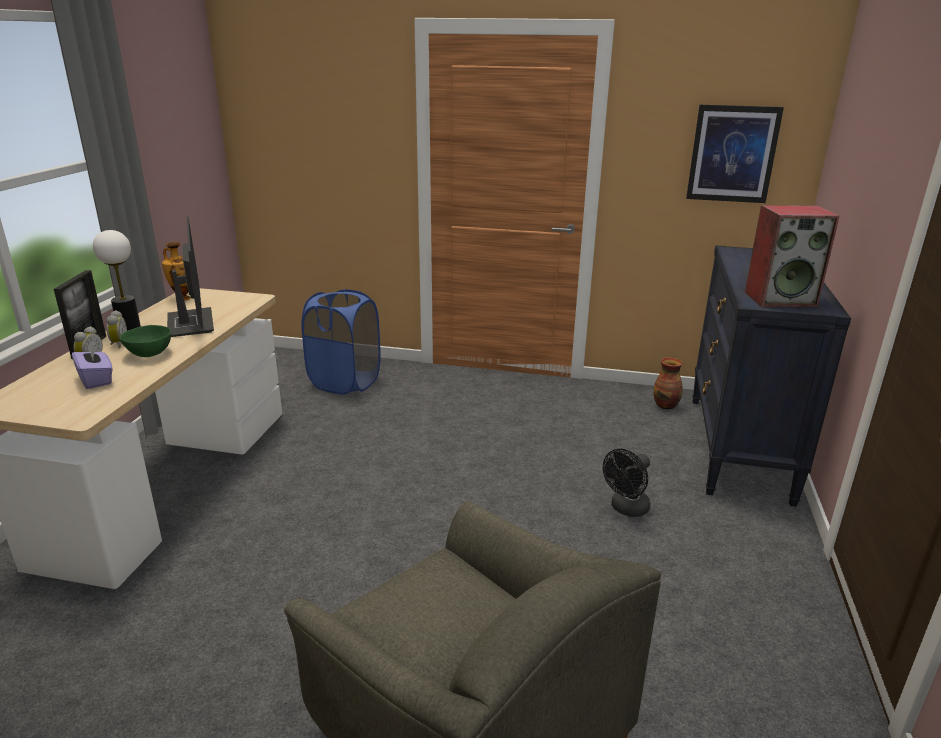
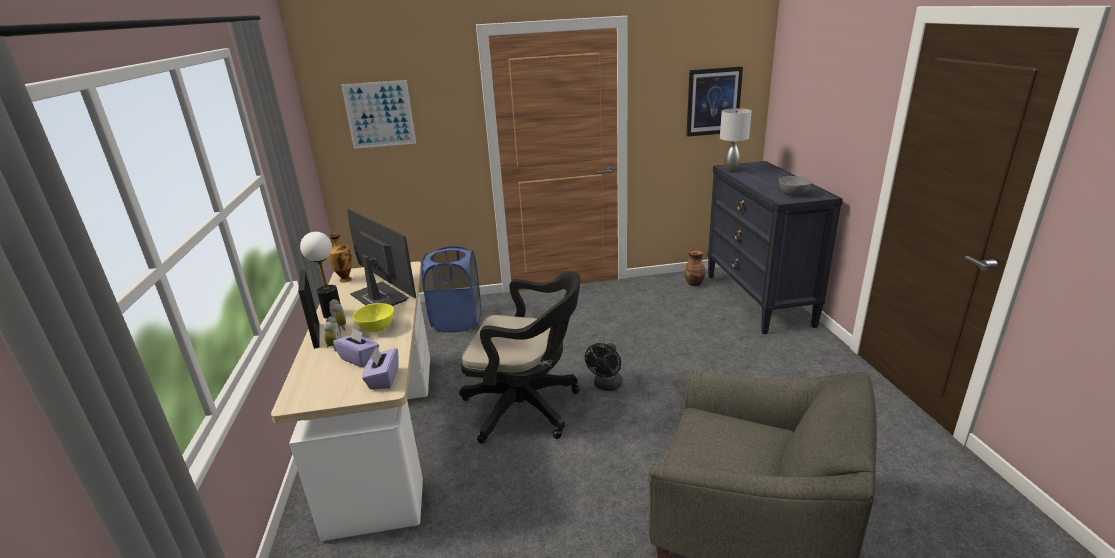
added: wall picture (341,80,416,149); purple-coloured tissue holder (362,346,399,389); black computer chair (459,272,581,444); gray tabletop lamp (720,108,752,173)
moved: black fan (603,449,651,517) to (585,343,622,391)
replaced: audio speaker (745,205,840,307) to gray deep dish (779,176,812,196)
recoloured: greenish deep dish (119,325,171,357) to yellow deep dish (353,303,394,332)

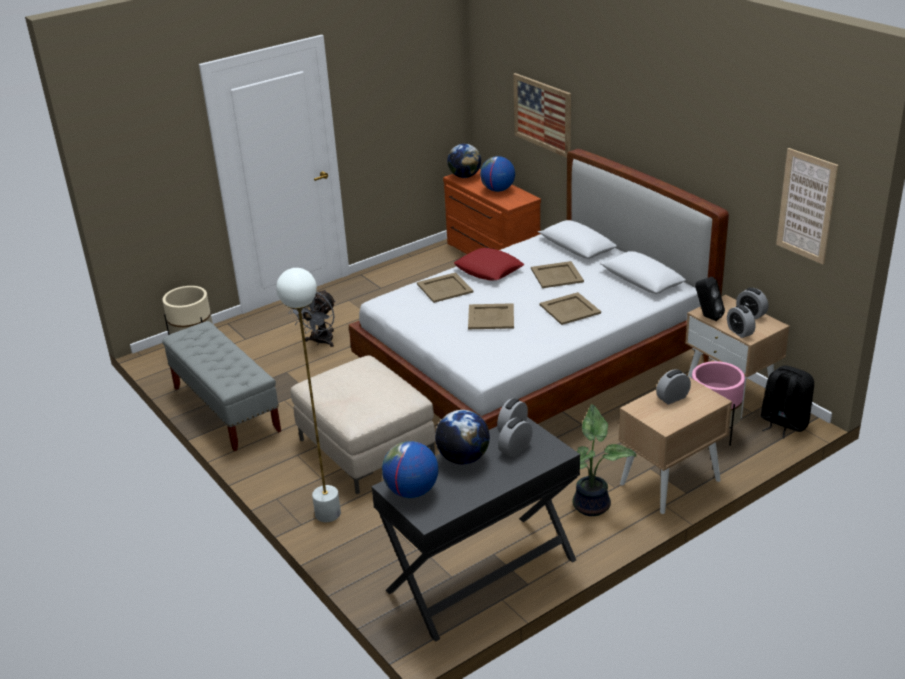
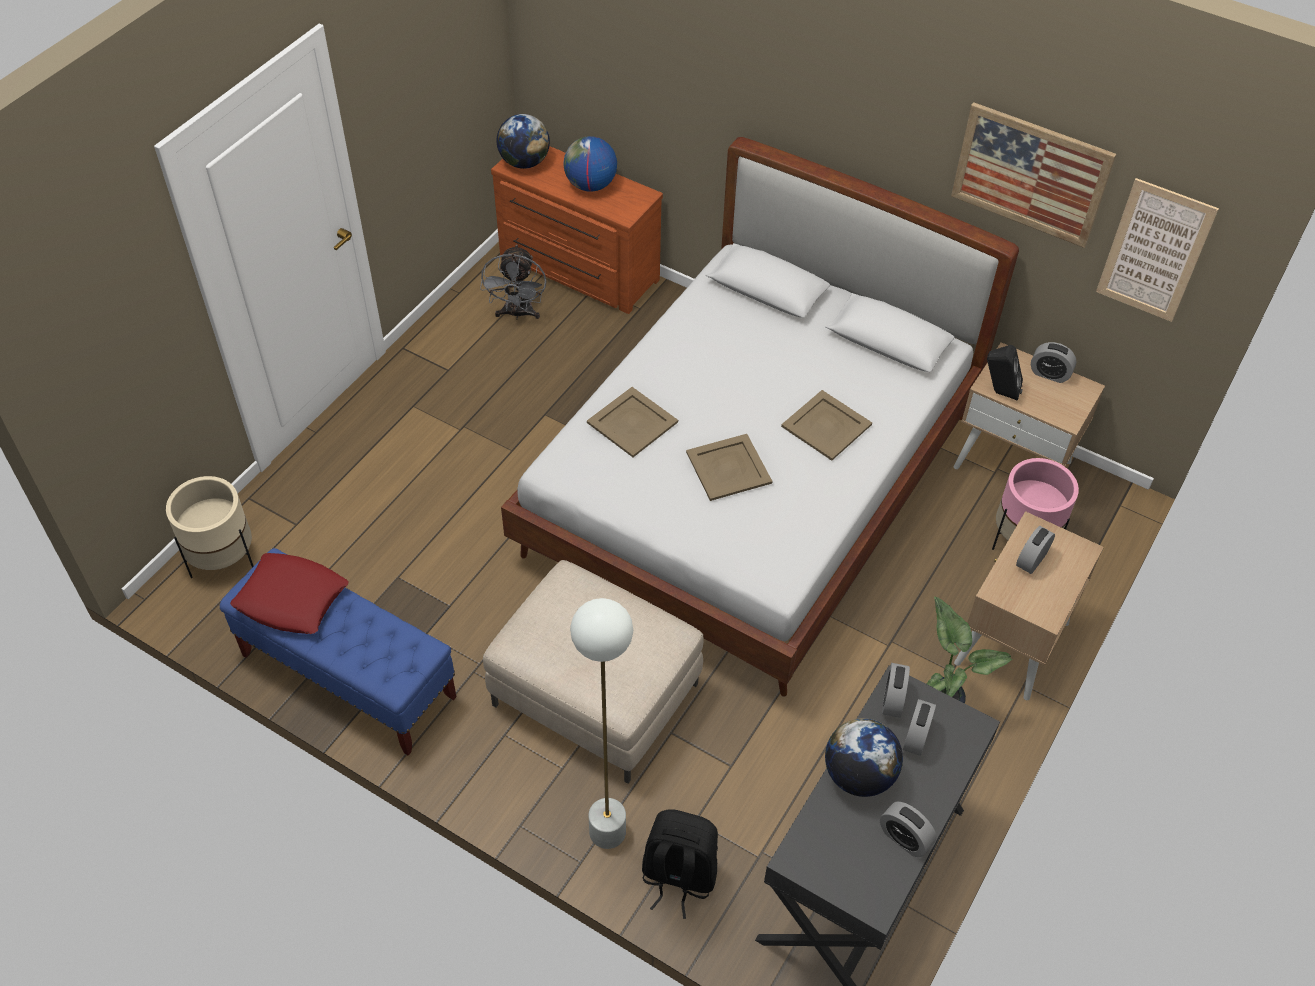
removed: globe (382,441,438,498); beige-coloured carrying tray (531,261,584,288)
moved: gray fan (289,290,336,347) to (480,244,546,320); red-coloured throw pillow (454,248,524,280) to (230,553,348,634); wall picture (513,73,571,158) to (951,102,1116,248); table clock (727,305,756,338) to (880,802,937,857); black knapsack (760,366,814,438) to (642,810,718,919)
recoloured: gray long seat (162,321,281,451) to blue long seat (220,548,456,756)

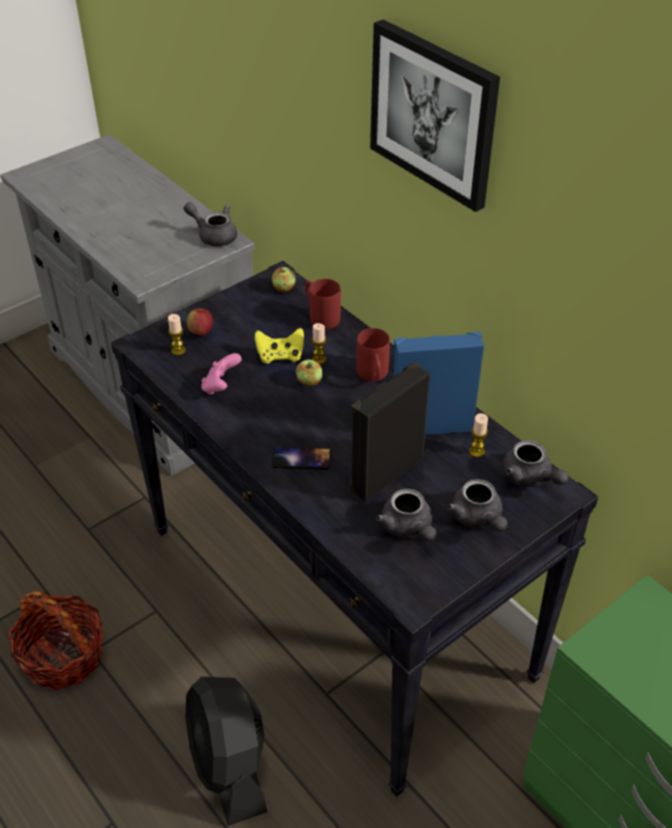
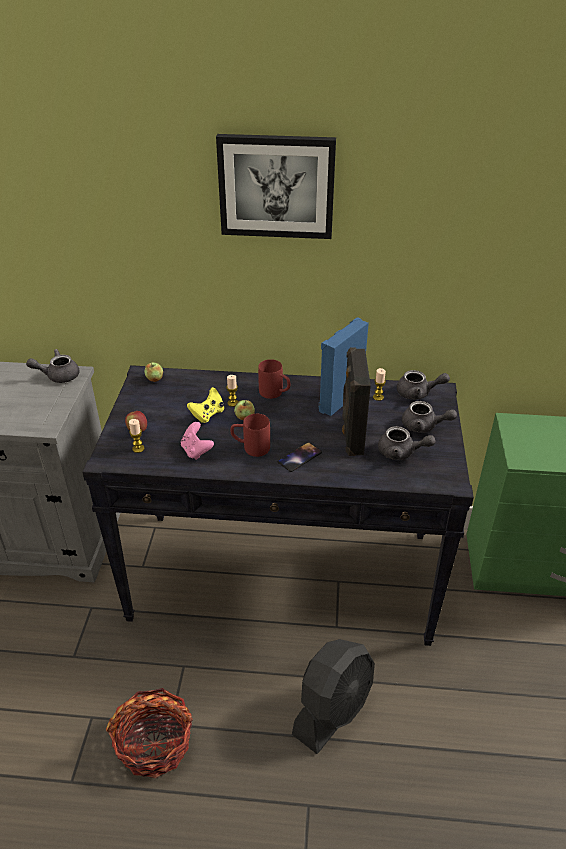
moved: red-coloured tea mug (305,279,341,329) to (230,414,270,457)
turned: black fan (185,677,267,826) = (292,639,375,754) 75 degrees counterclockwise

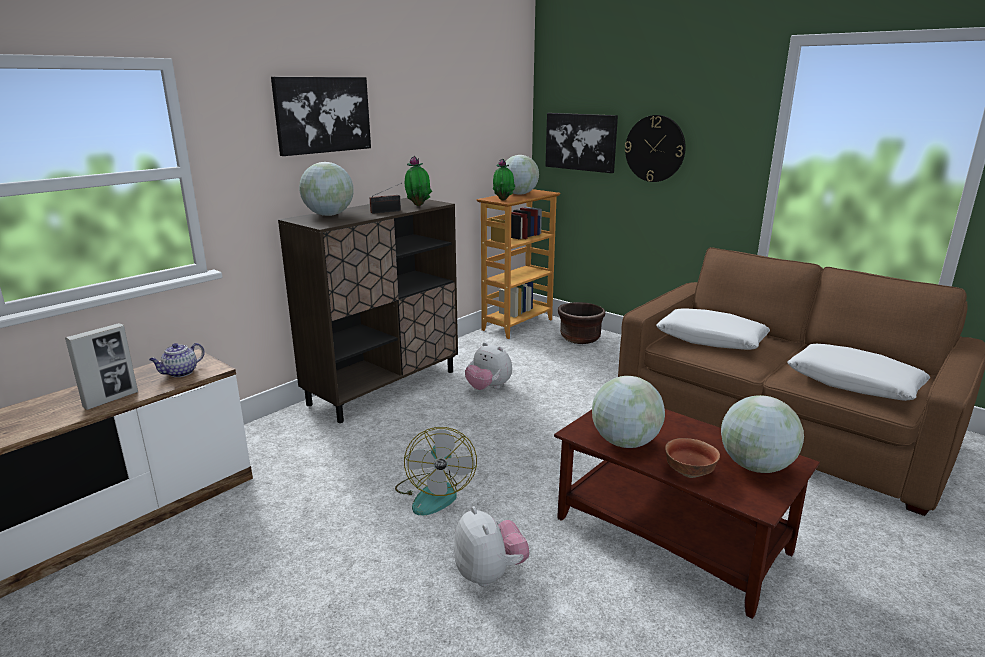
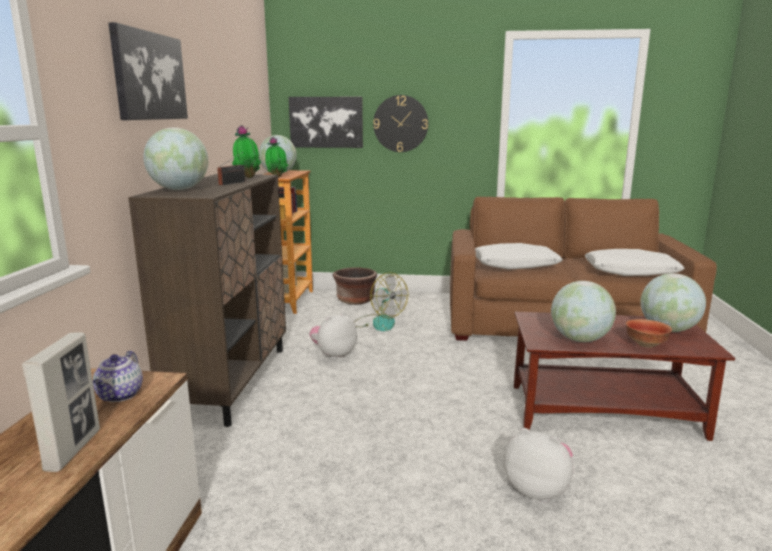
moved: fan (395,427,477,515) to (354,272,408,331)
turned: soft toy (465,342,512,390) = (309,312,357,360) 135 degrees clockwise

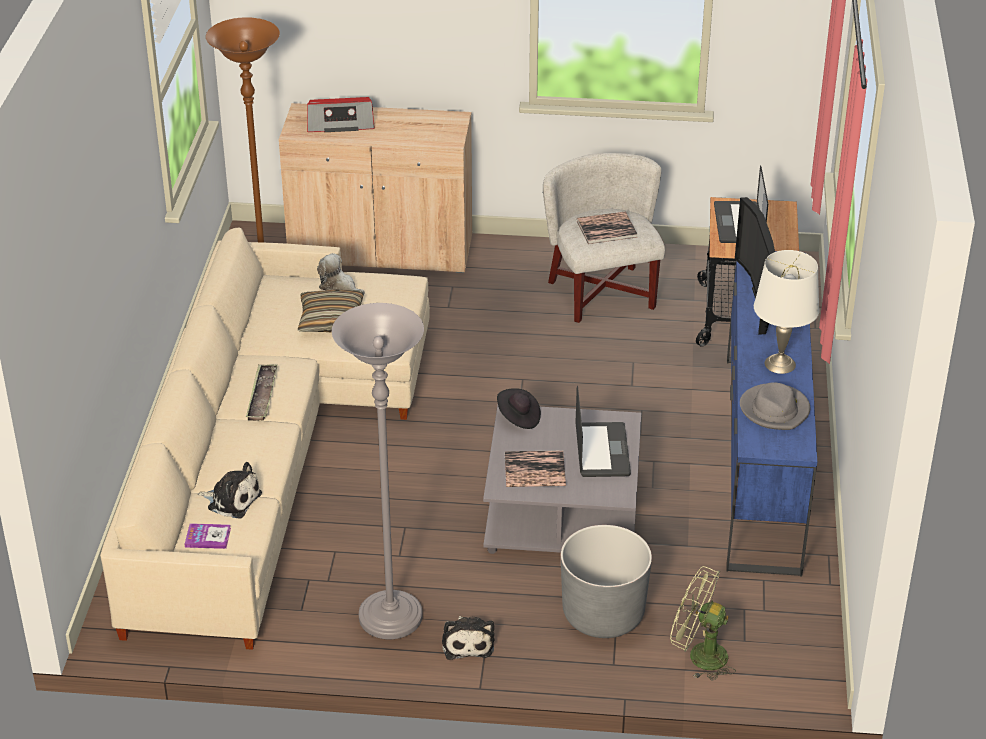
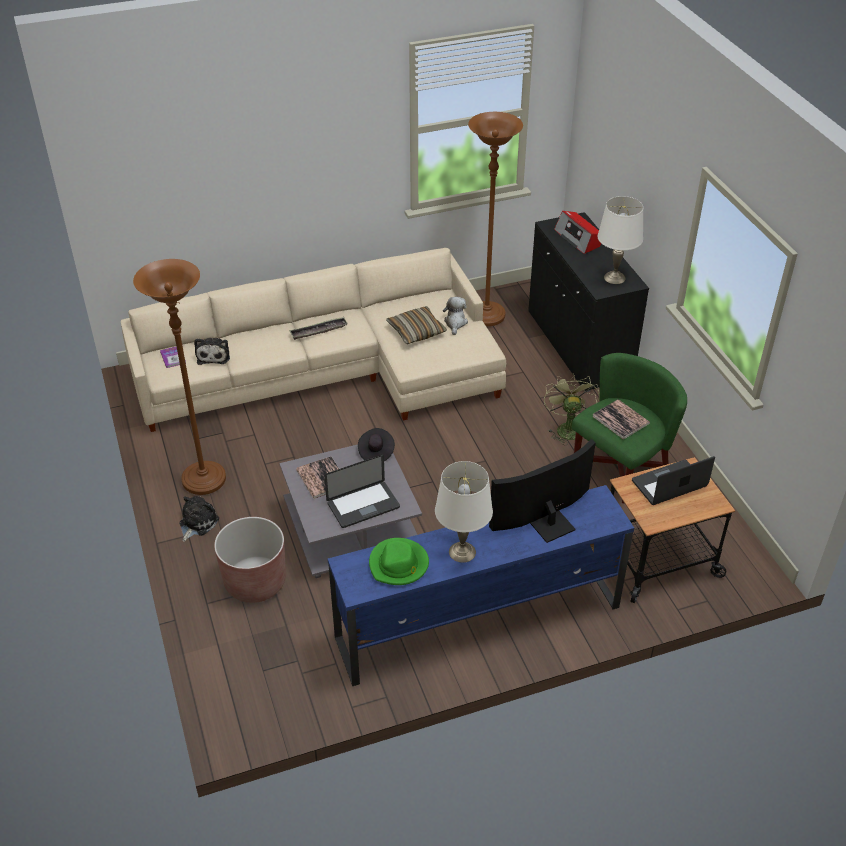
added: white tabletop lamp (597,196,643,284)
moved: greenish fan (670,566,736,681) to (544,374,600,445)
recoloured: beige-coloured cupboard (279,103,472,273) to black cupboard (528,212,649,392); gray standing lamp (332,303,424,639) to brown-coloured standing lamp (133,259,226,495); white easy chair (543,153,665,323) to greenish easy chair (572,353,687,503); gray planter (561,525,652,638) to brown-coloured planter (214,517,286,603); gray wearable hat (740,382,810,430) to greenish wearable hat (369,538,429,585)
turned: soft toy (442,616,494,660) = (179,496,219,542) 150 degrees clockwise

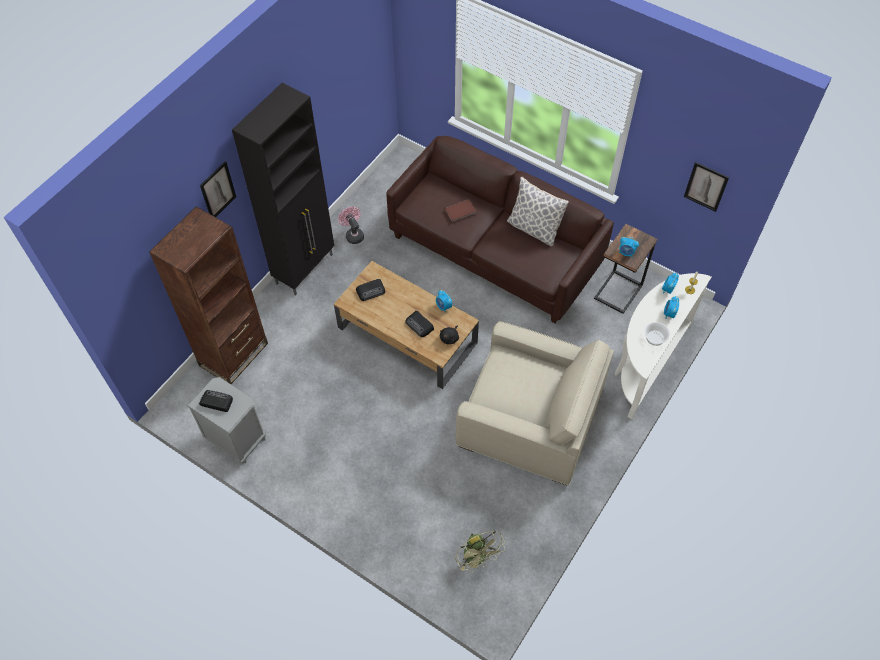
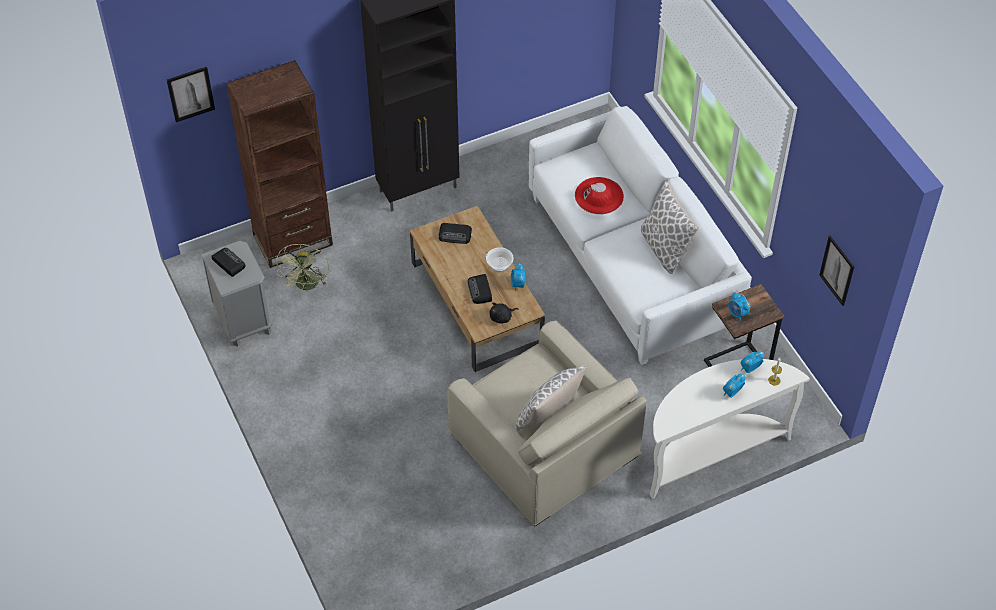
removed: pinkish fan (338,207,364,244)
added: throw pillow (515,365,587,431)
moved: wall picture (200,161,236,217) to (167,67,215,122); greenish fan (455,531,505,572) to (276,244,329,290); deep dish (644,322,670,346) to (486,247,514,272)
replaced: brown-coloured volume (445,199,476,222) to red-coloured wearable hat (575,177,624,214)
recoloured: brown-coloured sofa (387,136,614,323) to white sofa (529,106,752,365)

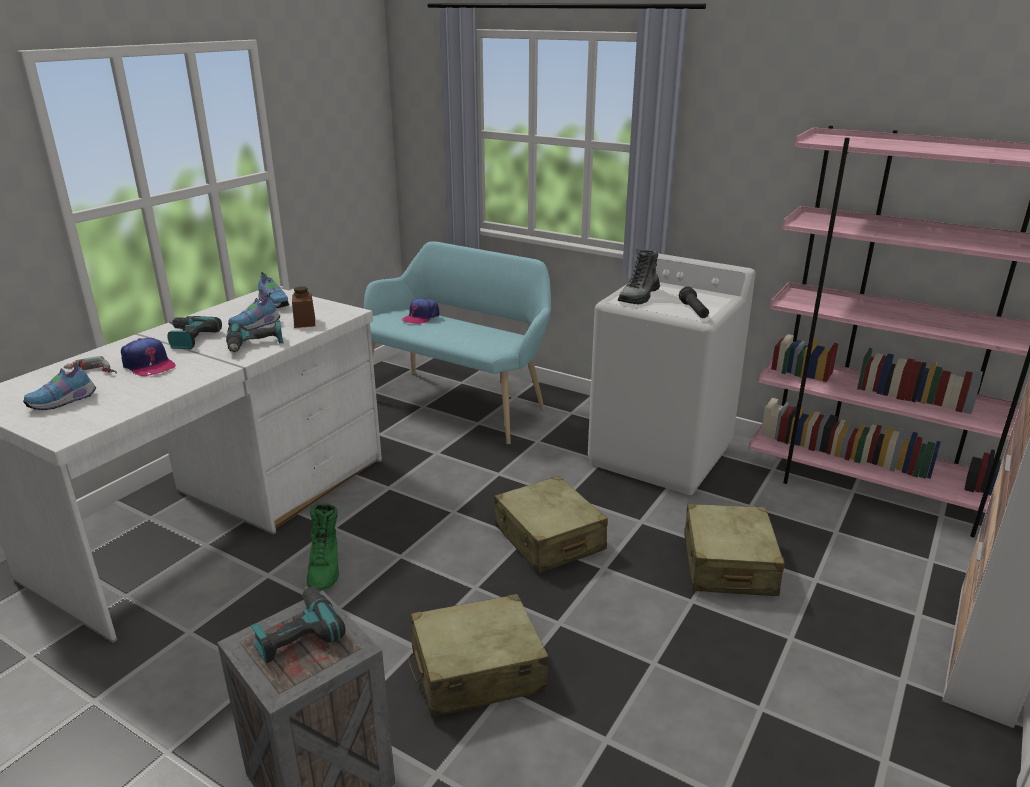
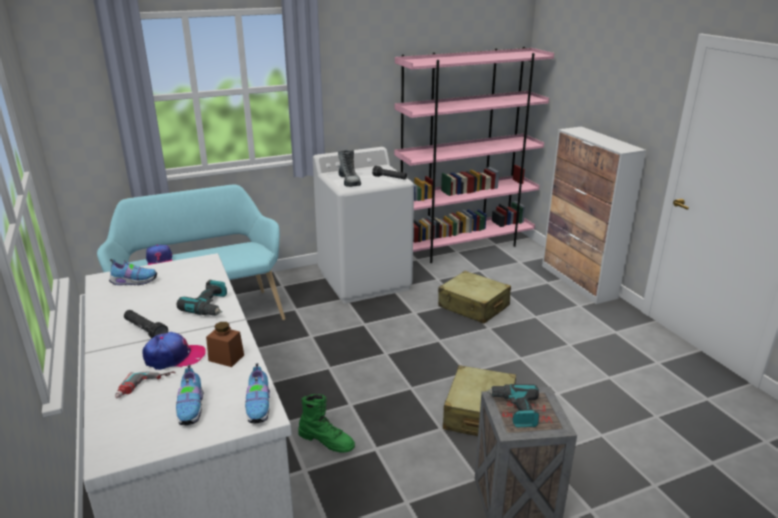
removed: beige-coloured travel case (494,476,608,573)
moved: shoe (228,292,280,331) to (245,363,270,424); brown-coloured preserve jar (292,286,315,328) to (206,322,244,367)
replaced: drill (168,316,222,350) to black torch (124,310,168,338)

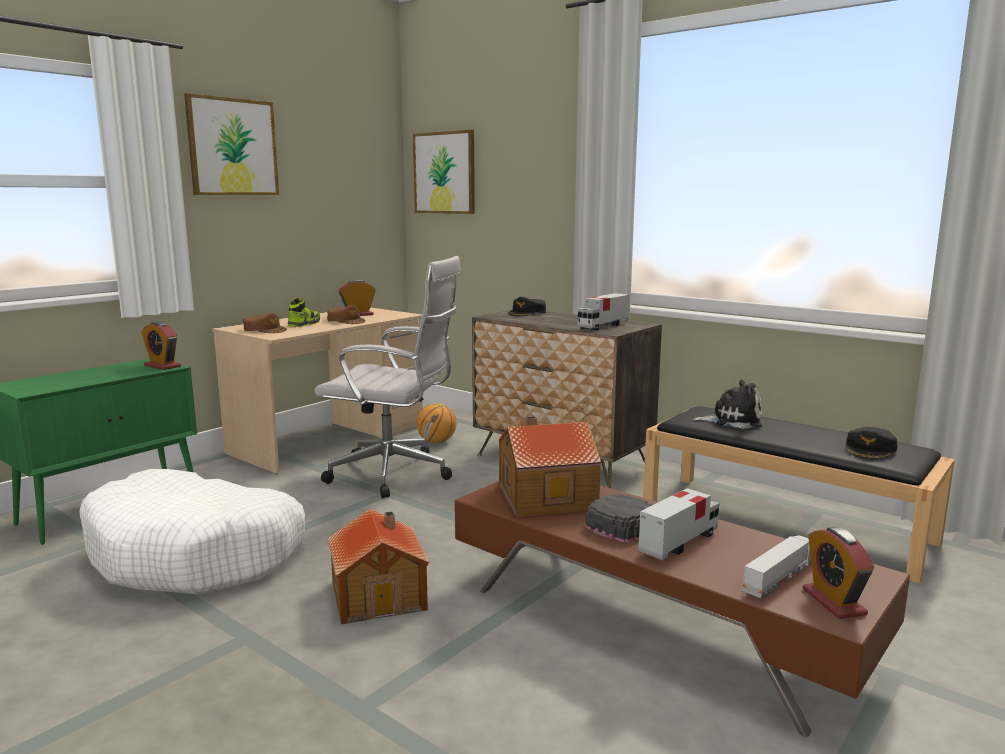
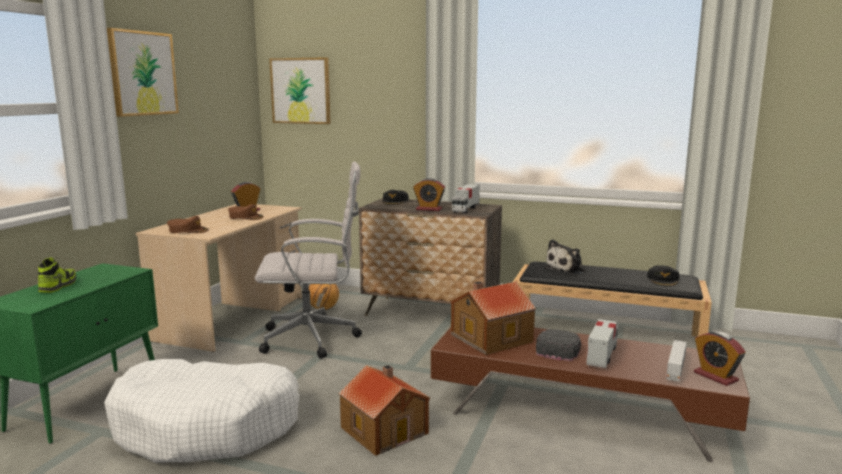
moved: table clock (142,321,181,370) to (413,178,445,211); shoe (288,297,320,327) to (38,257,76,293)
turned: soft toy (693,380,762,429) = (544,239,585,275) 150 degrees clockwise

